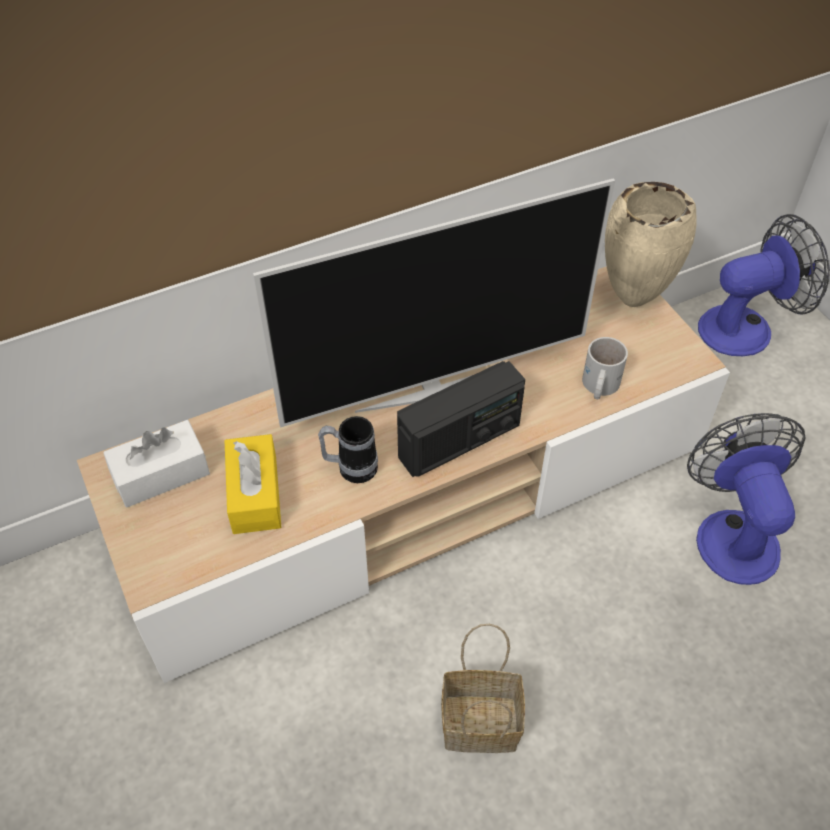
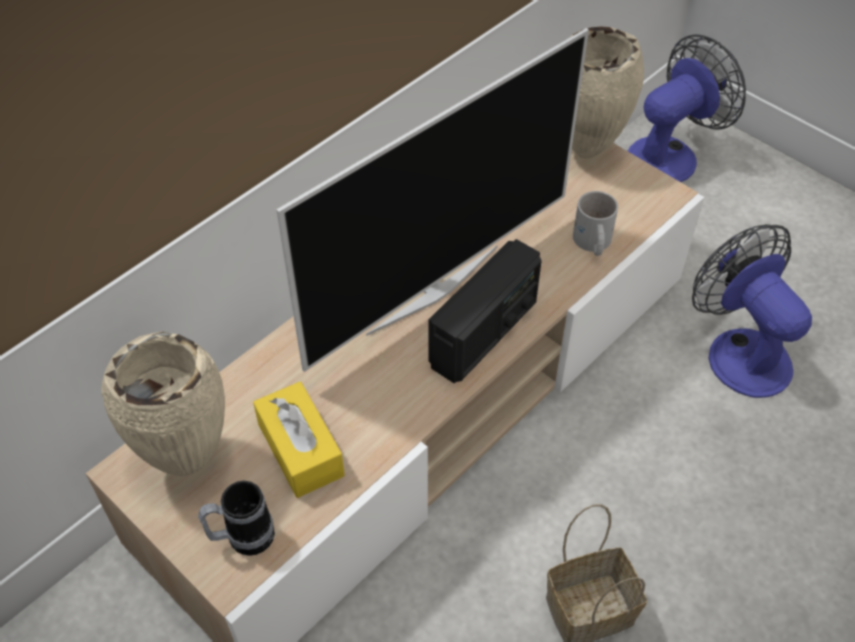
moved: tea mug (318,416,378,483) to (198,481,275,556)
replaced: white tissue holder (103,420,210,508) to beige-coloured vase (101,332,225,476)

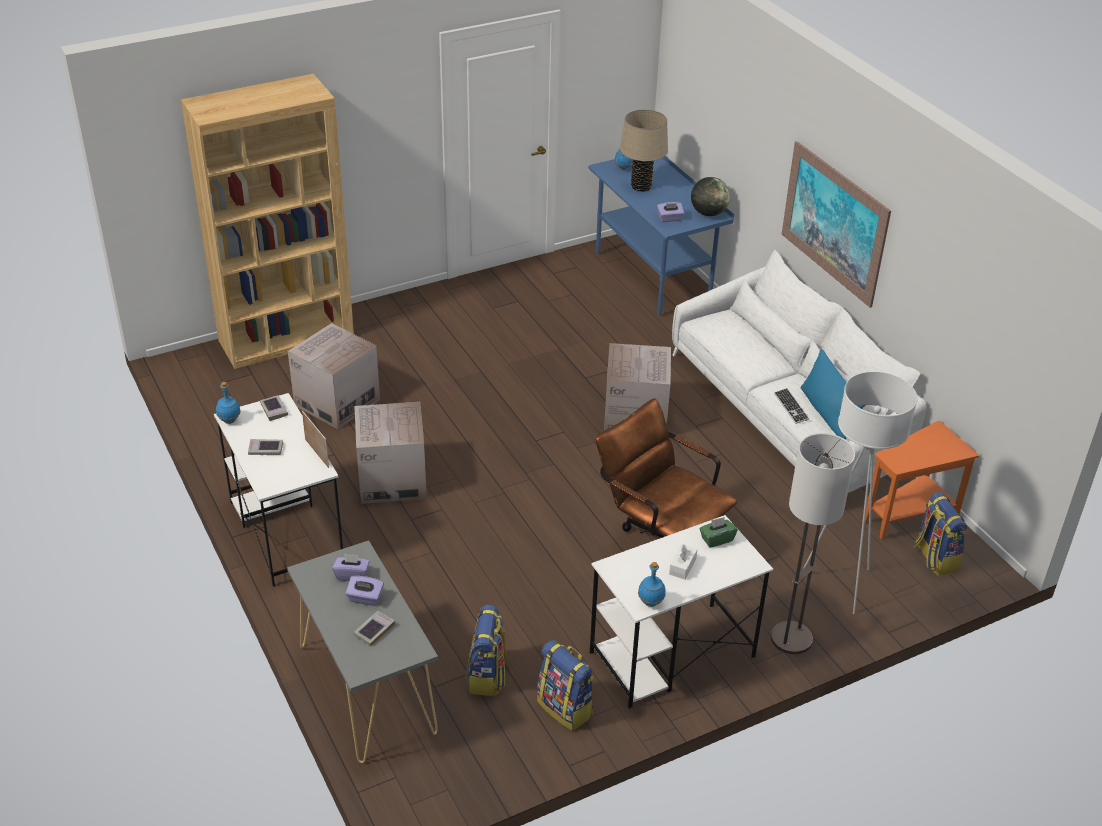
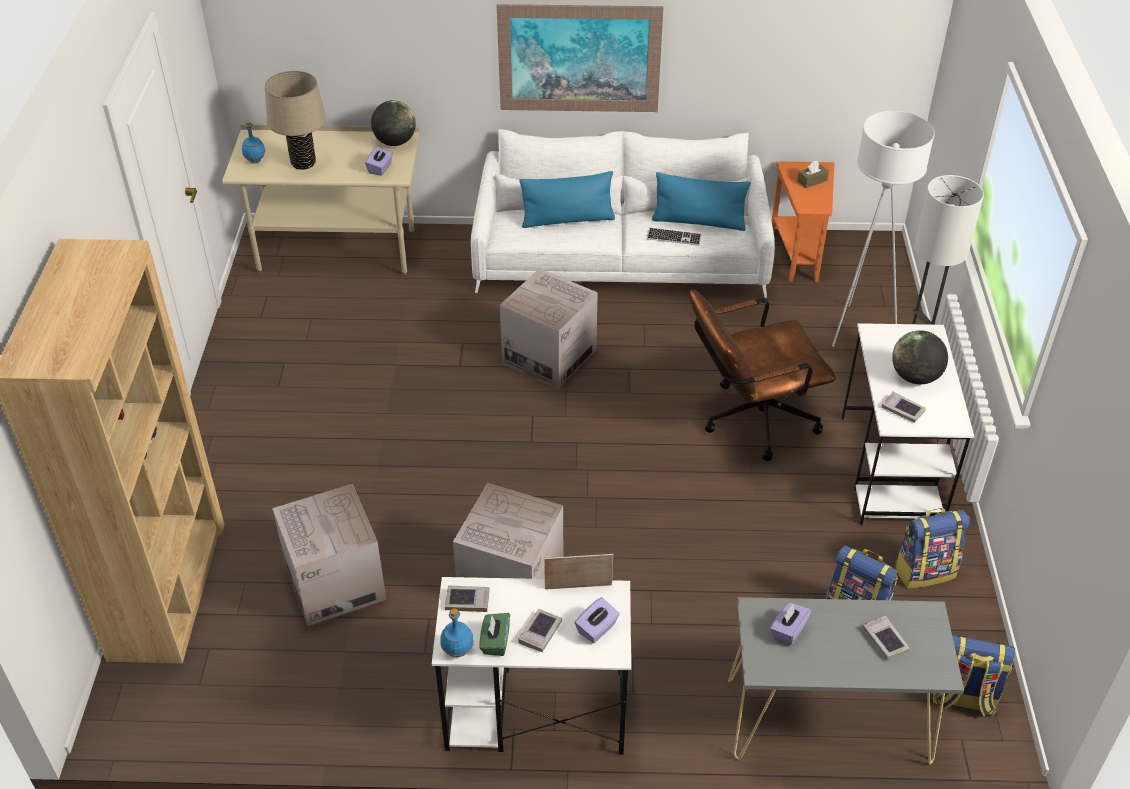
removed: blue beverage bottle (638,562,666,607)
added: blue throw pillow (519,171,615,228); brown-coloured tissue holder (797,161,829,188); volume (882,392,926,423)
moved: purple-coloured tissue holder (345,576,384,606) to (575,597,620,643); greenish tissue holder (700,517,738,548) to (480,613,510,656); knapsack (914,492,967,575) to (932,635,1015,717)
replaced: white tissue holder (669,544,697,580) to globe (892,330,948,384)
recoloured: blue desk (588,156,734,317) to beige-coloured desk (222,124,420,276)

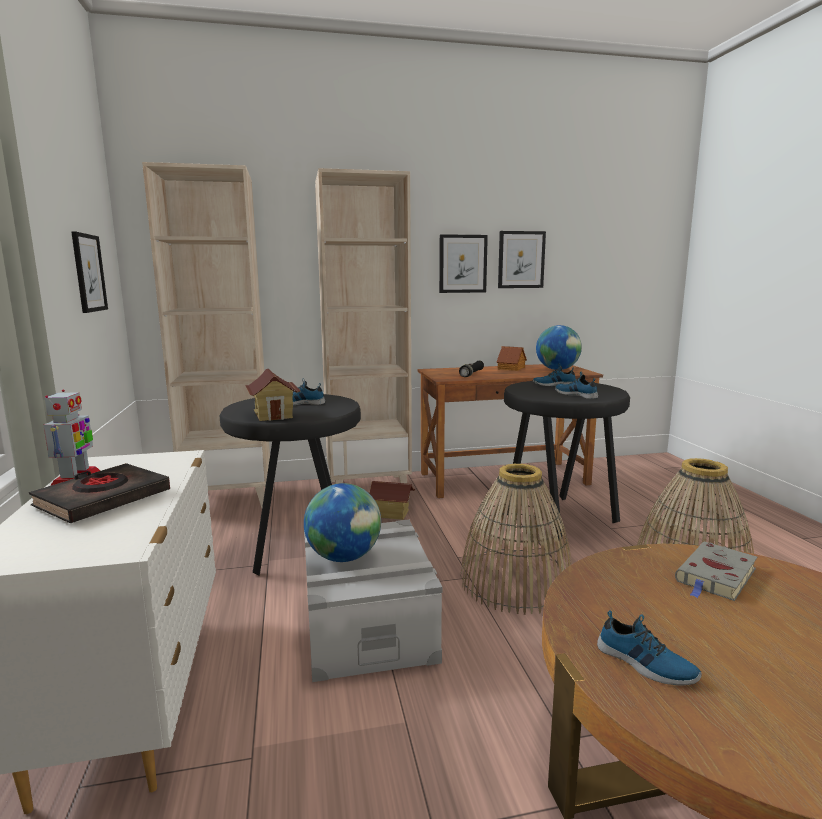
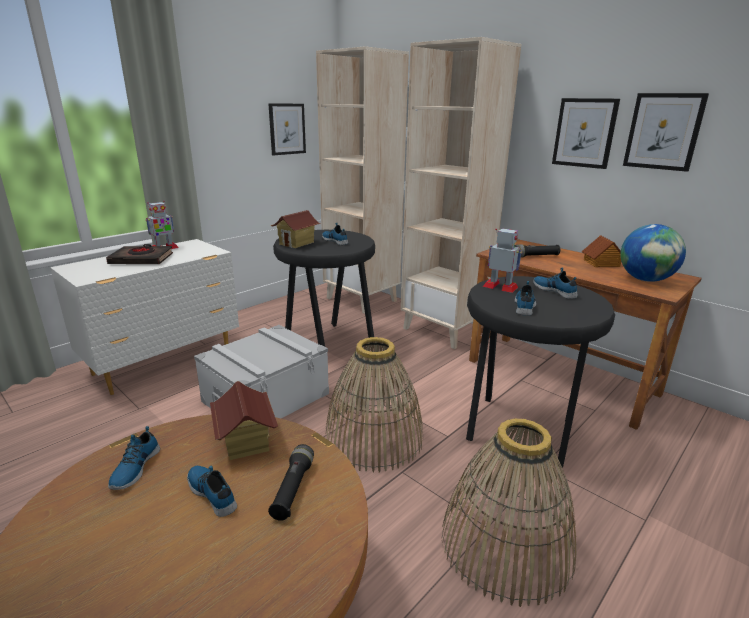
removed: globe (304,483,381,562)
added: shoe (187,465,237,517); model robot (483,228,522,293)
moved: model house (369,481,415,520) to (210,381,278,460)
replaced: gray volume (675,542,757,601) to black torch (268,444,314,521)

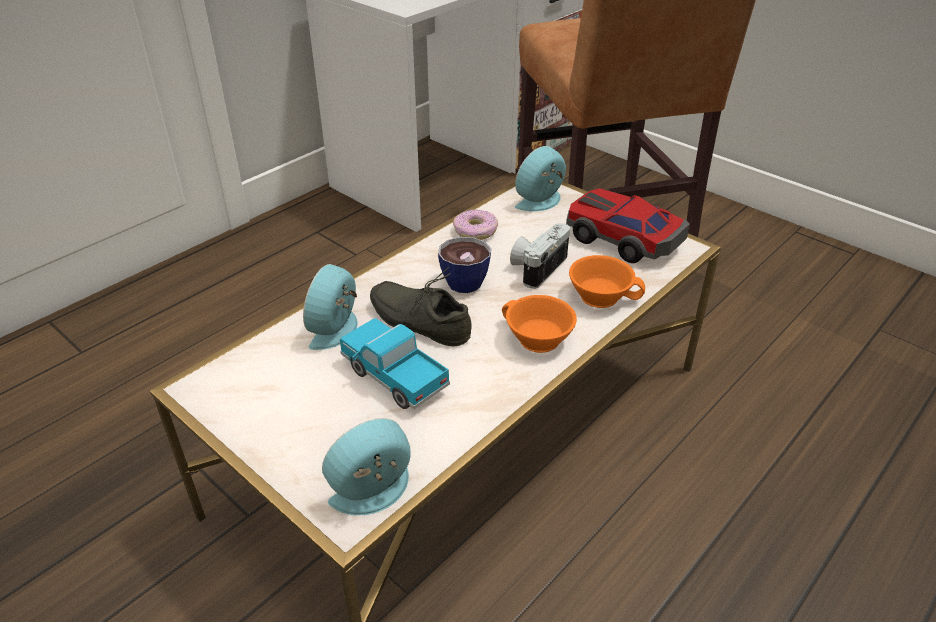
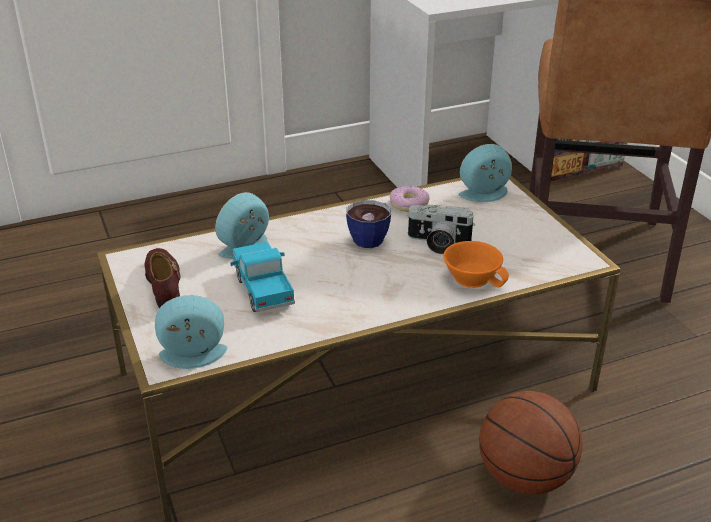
removed: gray shoe (370,267,471,346); orange-coloured drinking cup (502,295,577,353); miniature car (566,188,690,263)
added: brown-coloured shoe (145,248,180,308); ball for basketball (479,391,583,495)
turned: still camera (510,223,570,289) = (406,205,475,254) 135 degrees counterclockwise

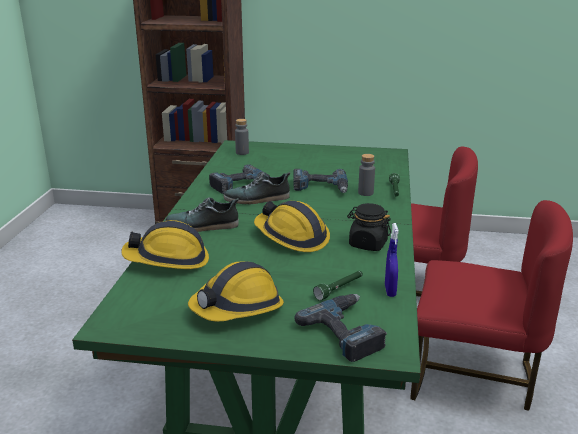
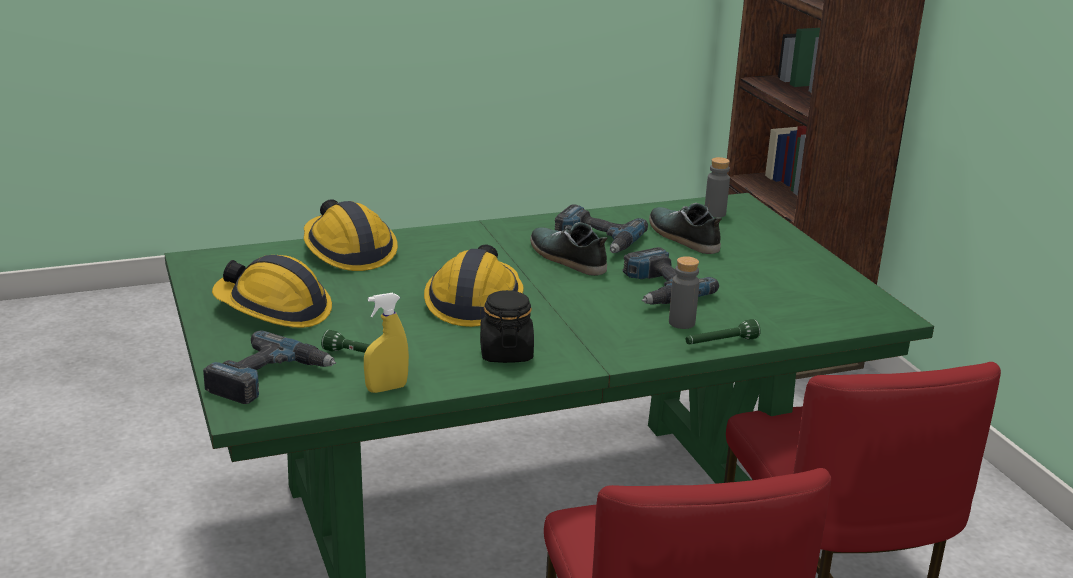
moved: shoe (165,197,239,232) to (649,203,722,254)
recoloured: blue spray bottle (385,223,399,297) to yellow spray bottle (364,293,409,393)

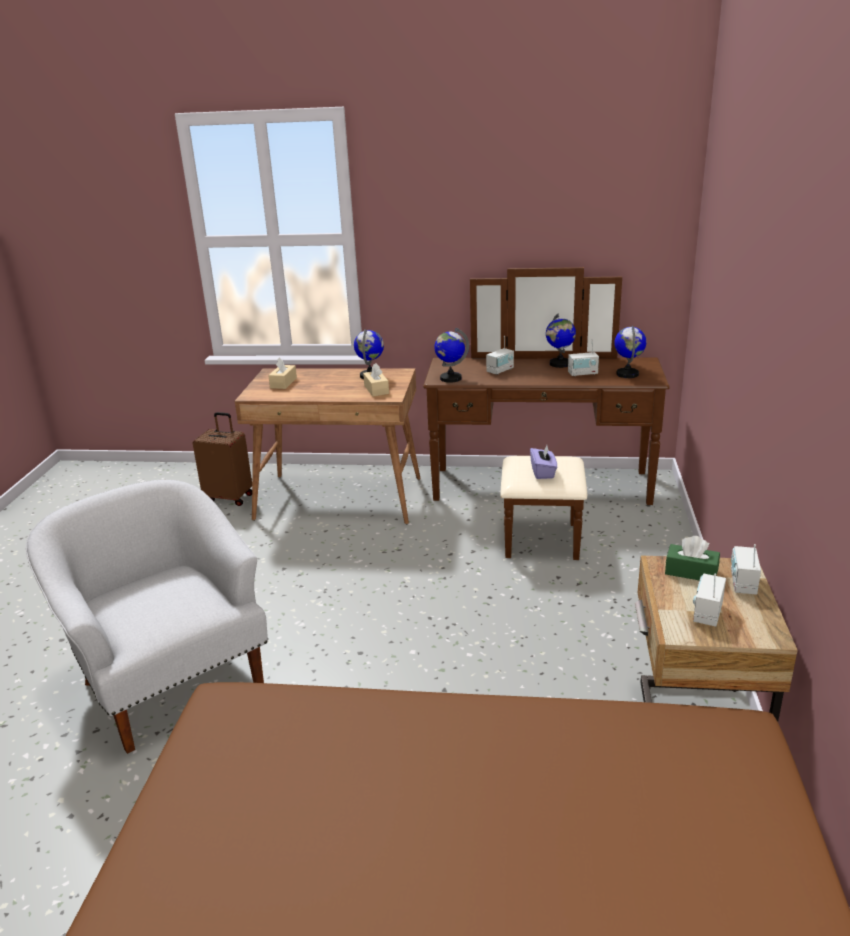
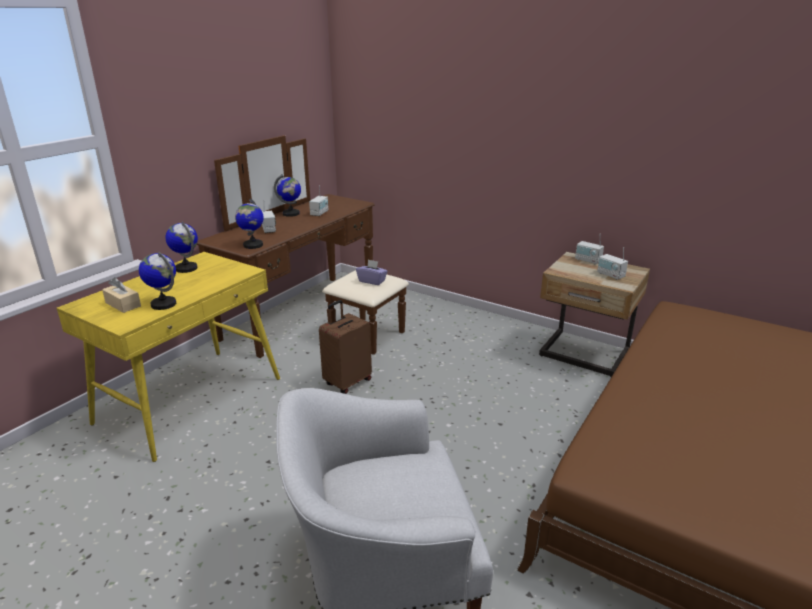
removed: beige-coloured tissue holder (363,364,389,396); greenish tissue holder (665,536,720,580)
moved: brown-coloured travel case (193,412,252,506) to (319,300,372,394); globe (614,326,647,378) to (139,252,176,310)
recoloured: brown-coloured desk (235,368,421,524) to yellow desk (57,252,280,462)

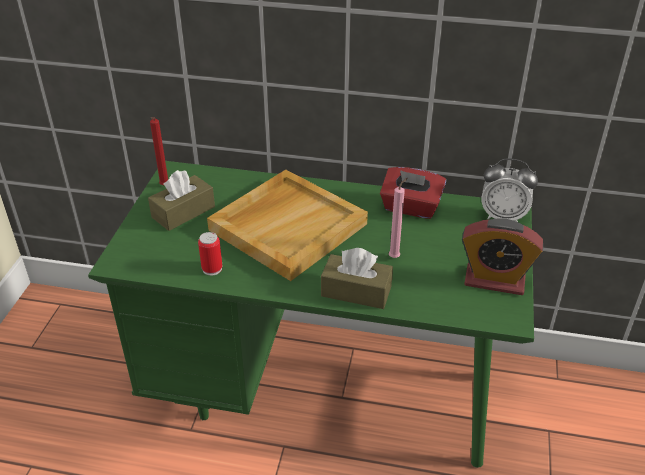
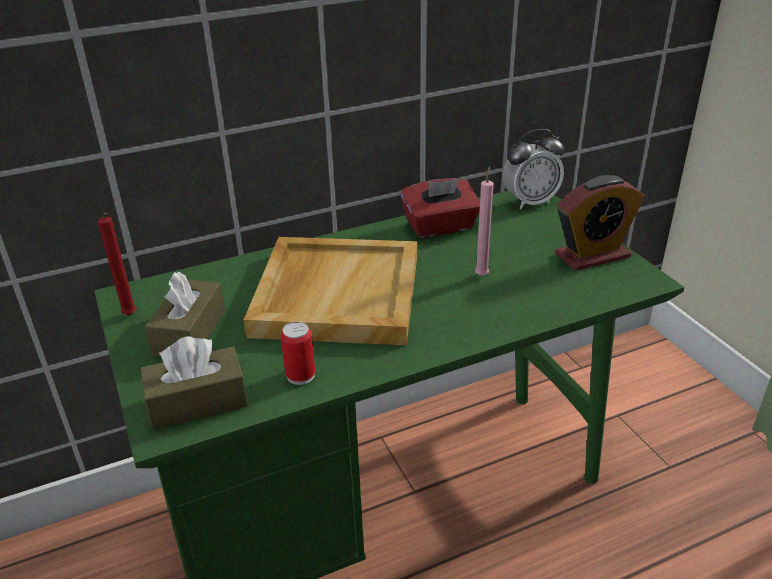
moved: brown-coloured tissue holder (321,248,393,309) to (140,336,248,430)

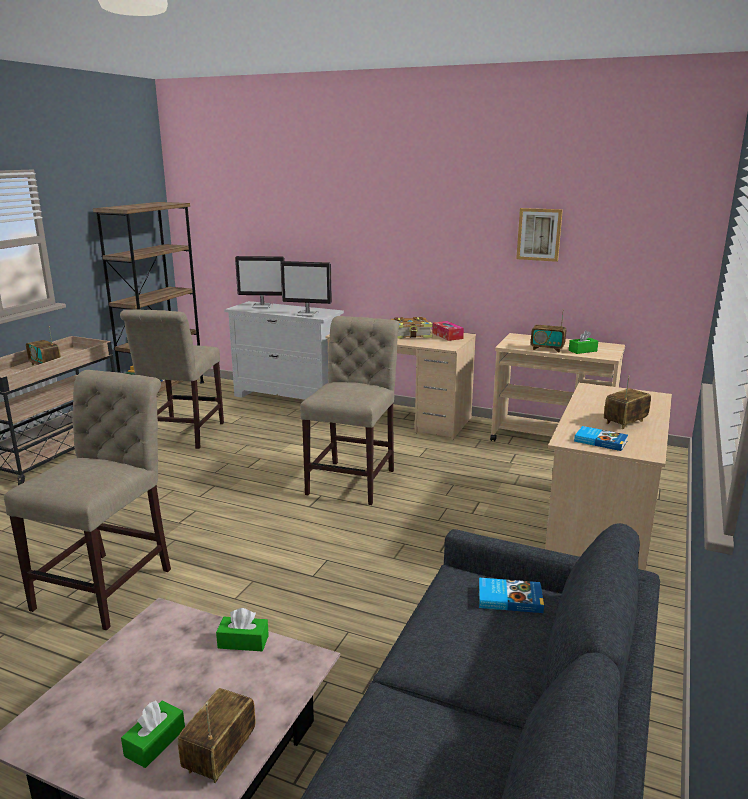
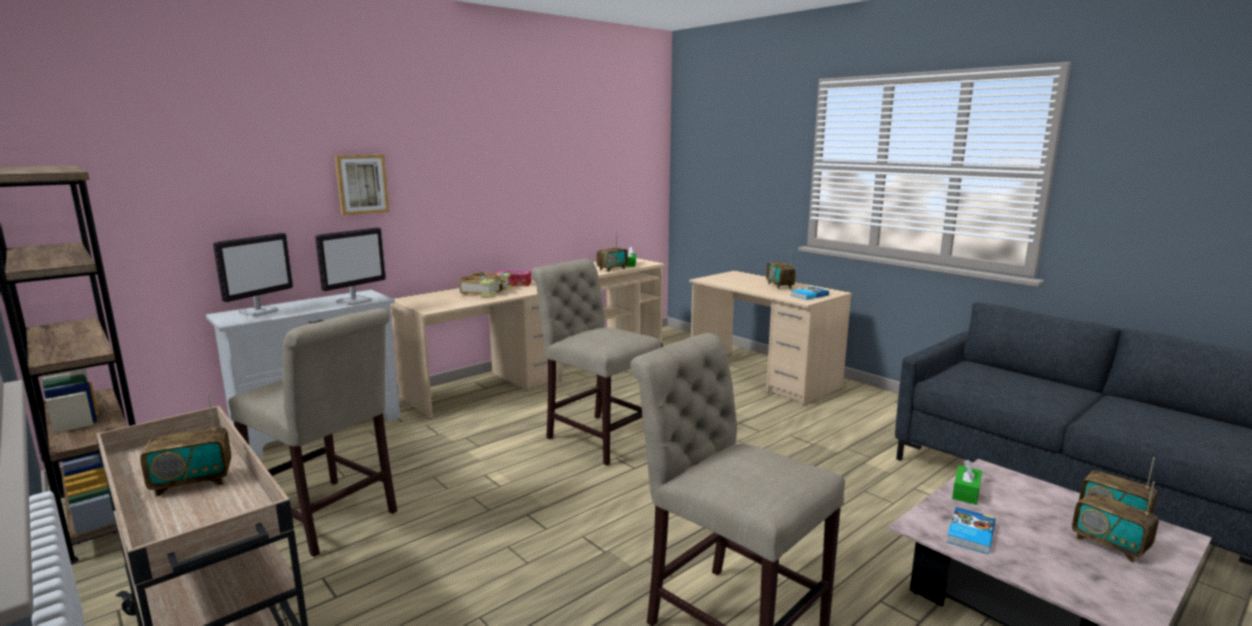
moved: volume (479,578,544,613) to (946,507,995,555); wall picture (516,208,563,262) to (335,155,390,215)
replaced: greenish tissue holder (121,701,185,768) to radio receiver (1072,482,1159,563)

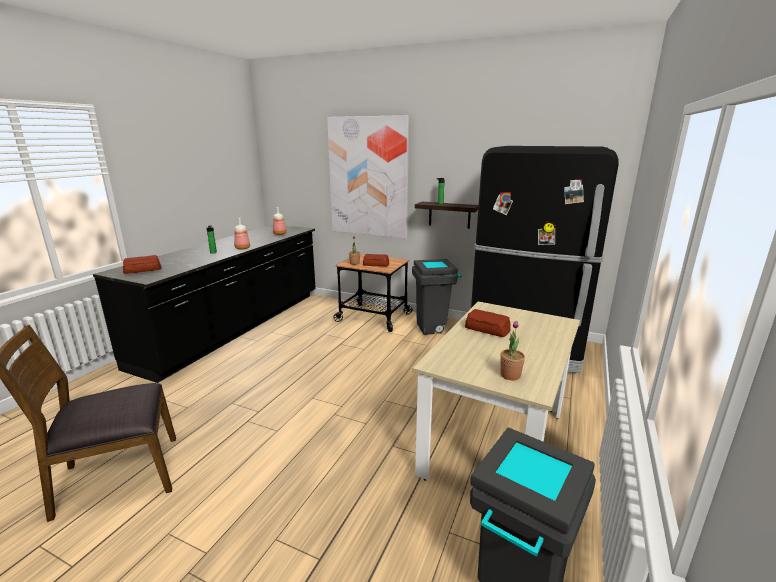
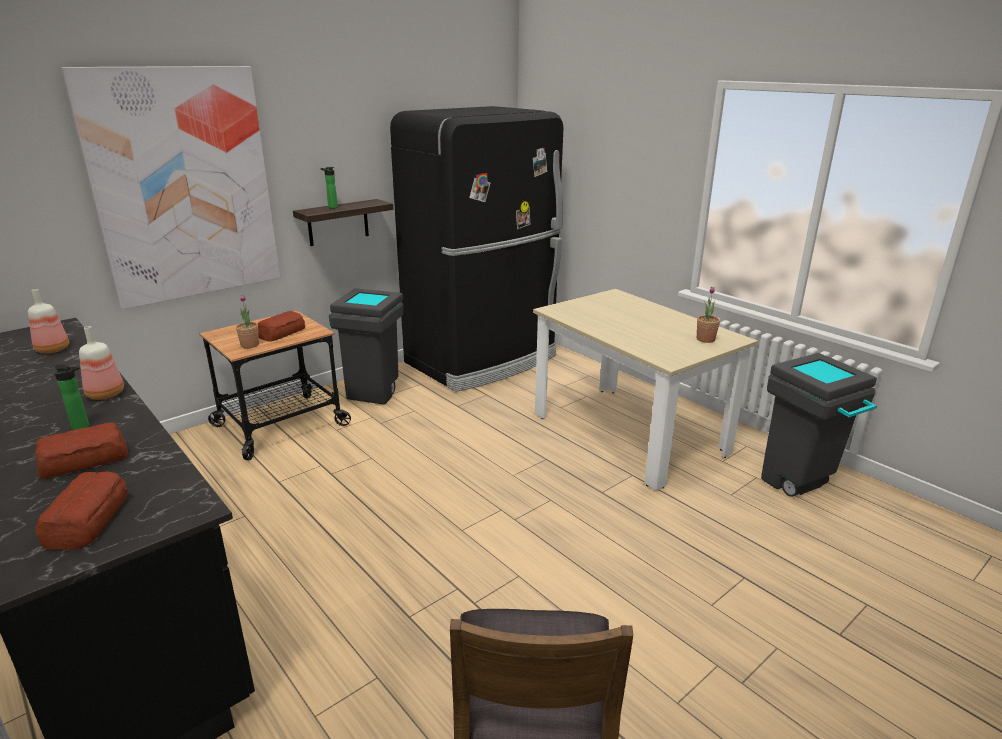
moved: baked bread (465,309,511,337) to (35,422,129,479)

